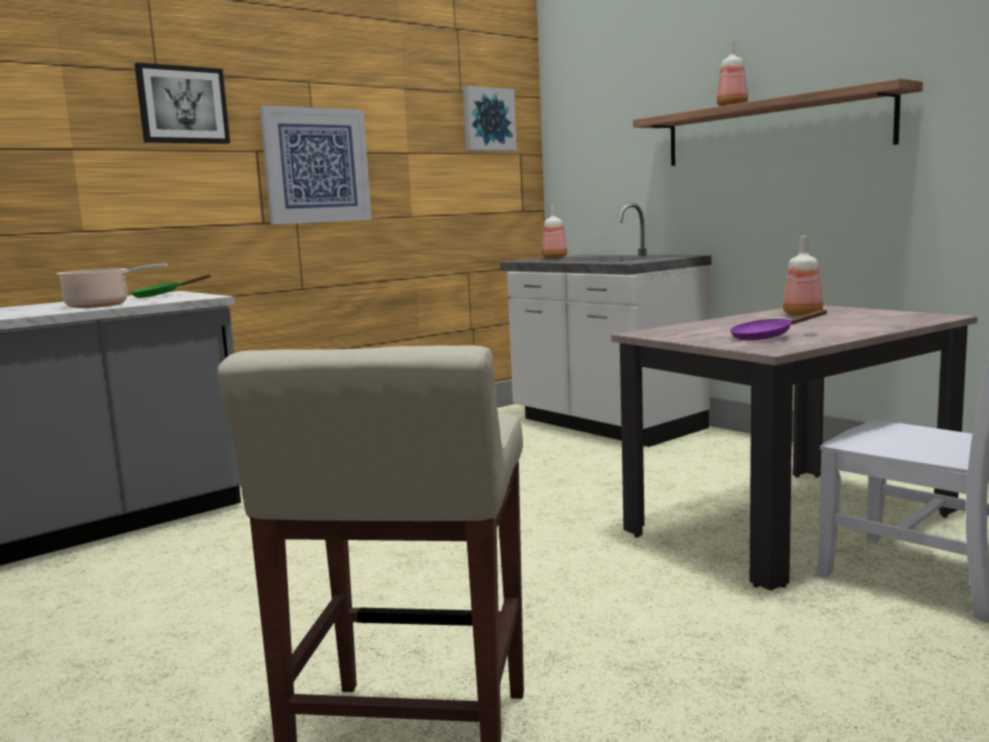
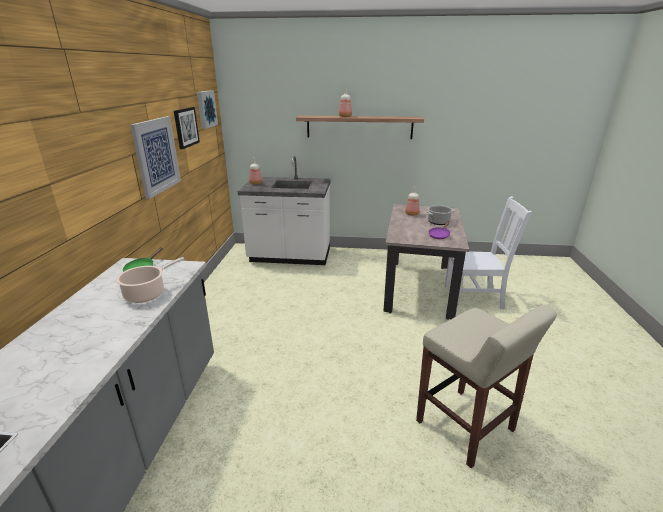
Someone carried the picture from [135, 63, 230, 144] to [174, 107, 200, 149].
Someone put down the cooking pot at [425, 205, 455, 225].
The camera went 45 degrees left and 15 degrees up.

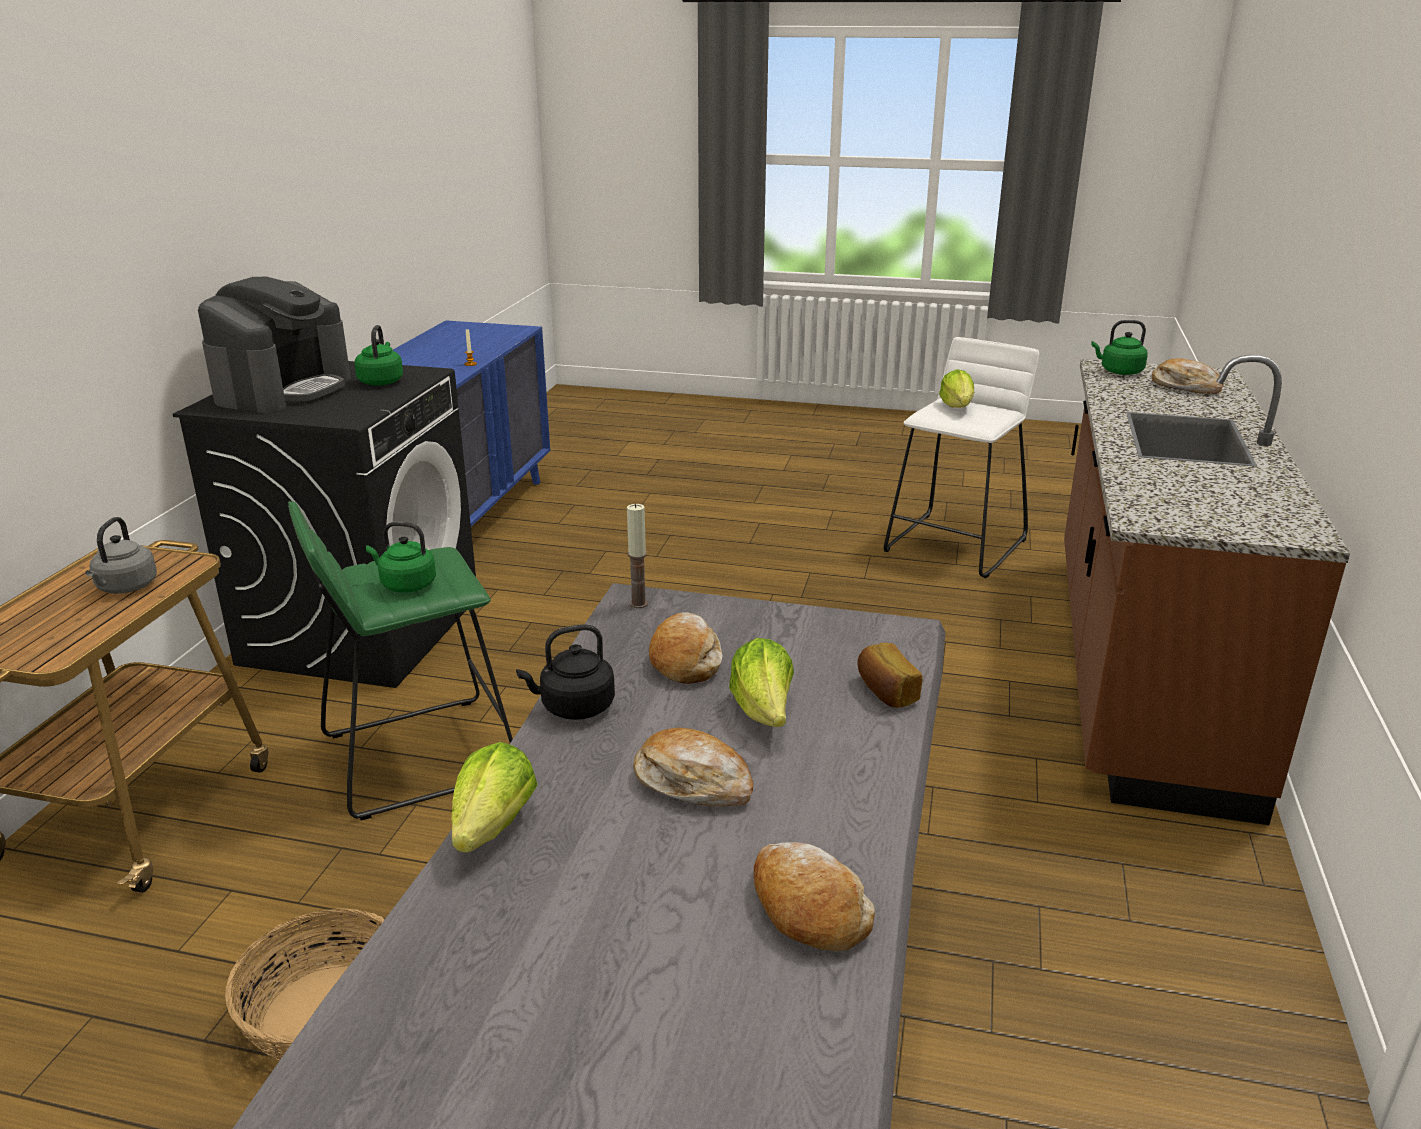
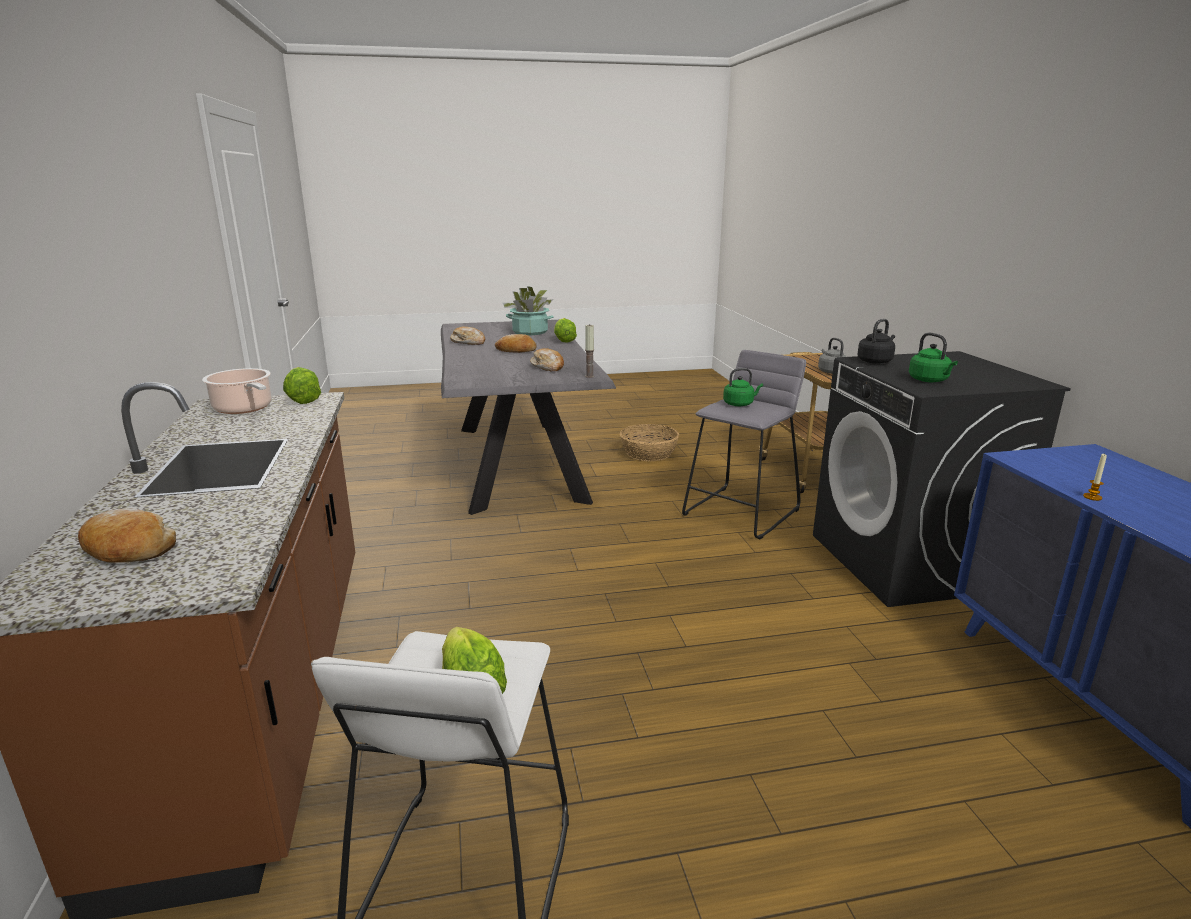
Someone took away the coffee machine at [198, 277, 351, 413].
Someone repainted the green stool at [288, 501, 513, 821], which became the grey stool at [682, 350, 806, 539].
Someone carried the black kettle from [516, 624, 615, 720] to [857, 319, 895, 364].
Someone carried the lettuce from [729, 638, 794, 727] to [283, 367, 321, 404].
Someone took away the bread at [858, 643, 923, 708].
Someone took away the green kettle at [1091, 320, 1148, 375].
Someone put down the cooking pot at [202, 368, 272, 414].
Someone put down the potted plant at [503, 286, 554, 336].
The camera went 155 degrees right and 5 degrees down.

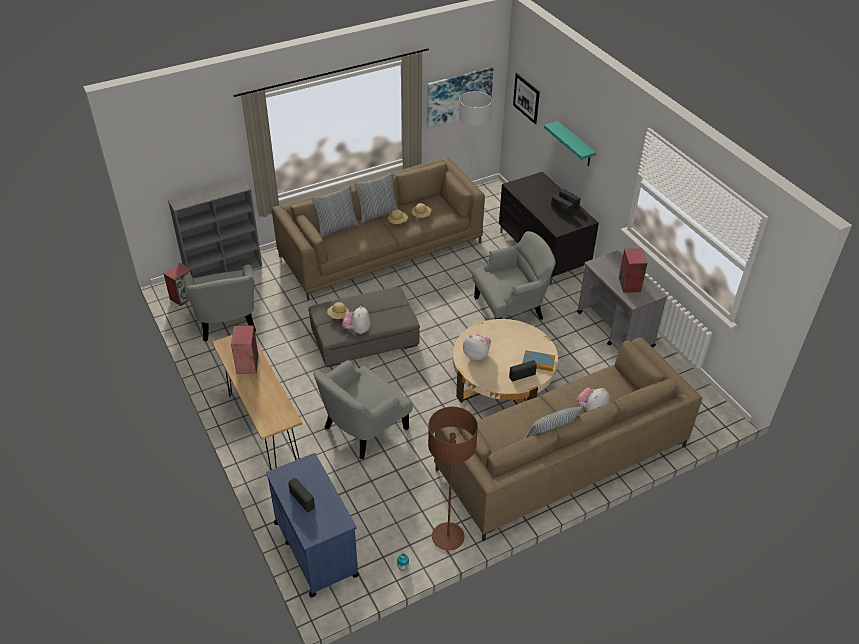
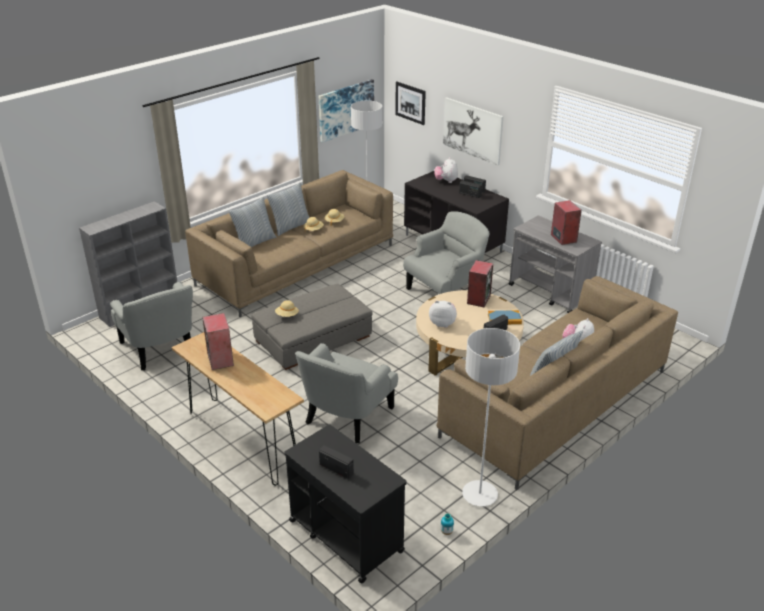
Someone carried the speaker from [164, 263, 193, 306] to [467, 260, 493, 308].
Someone repainted the blue cart at [266, 453, 359, 597], which became the black cart at [284, 424, 407, 583].
Someone carried the plush toy from [342, 306, 370, 334] to [434, 157, 458, 183].
Someone repainted the brown floor lamp at [428, 407, 478, 551], which became the grey floor lamp at [462, 328, 520, 506].
Someone swapped the turquoise shelf at [544, 121, 596, 166] for the picture at [443, 97, 504, 166].
The camera went 15 degrees left and 10 degrees down.

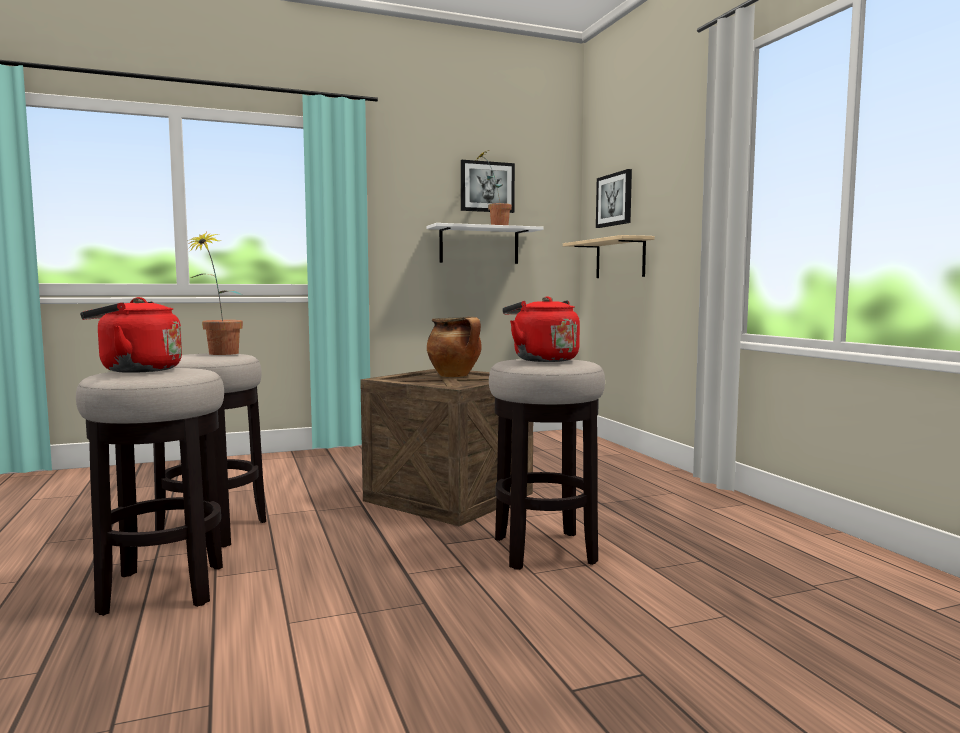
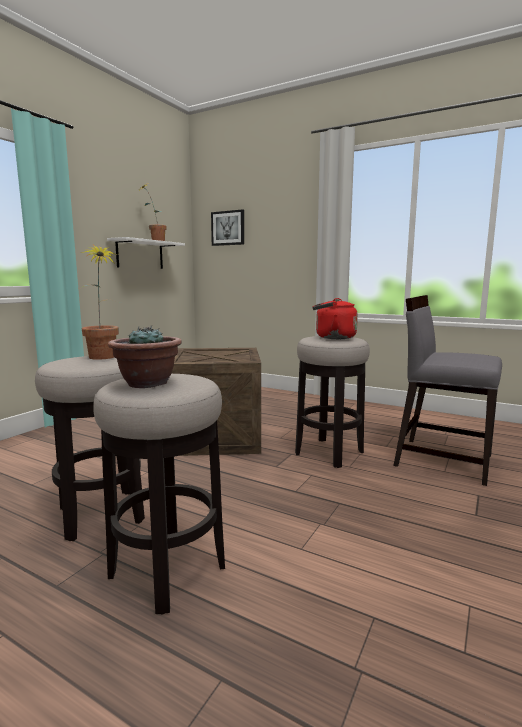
Someone swapped the red kettle at [80, 297, 182, 373] for the potted plant at [108, 326, 182, 388].
Someone took away the cooking pot at [427, 317, 482, 377].
Someone took away the picture at [461, 160, 515, 213].
Someone took away the beige shelf at [563, 235, 655, 278].
Someone put down the grey chair at [393, 295, 502, 486].
The camera went 40 degrees left and 5 degrees up.

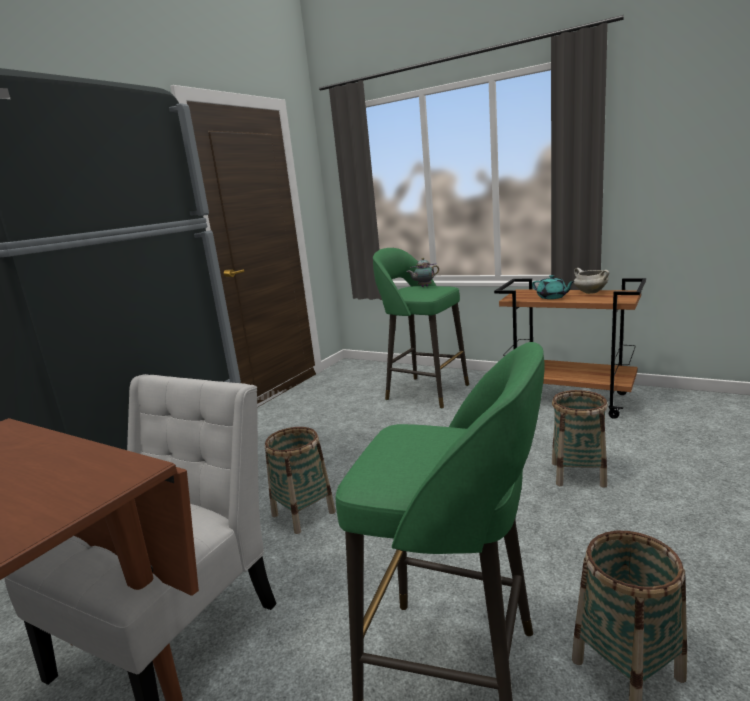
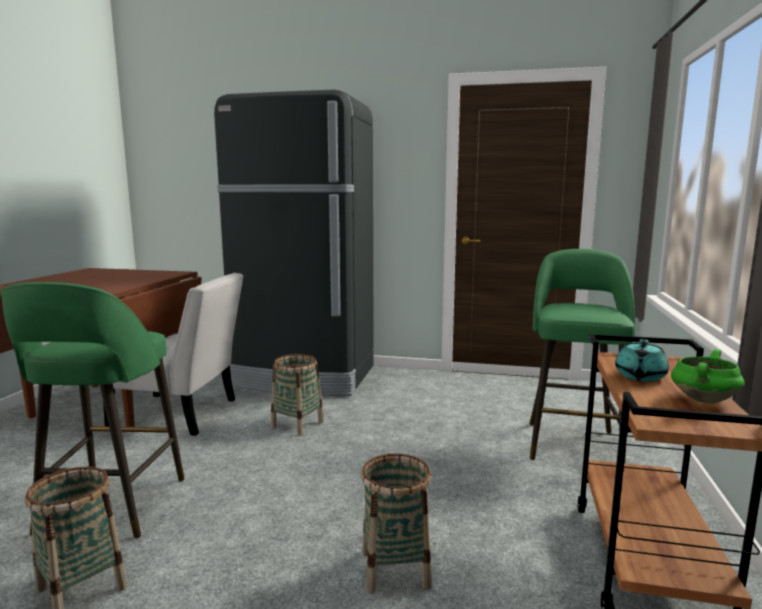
Someone took away the teapot at [407, 258, 439, 287].
Someone repainted the white cooking pot at [574, 268, 609, 294], which became the green cooking pot at [671, 349, 745, 404].
The camera went 70 degrees right and 5 degrees down.

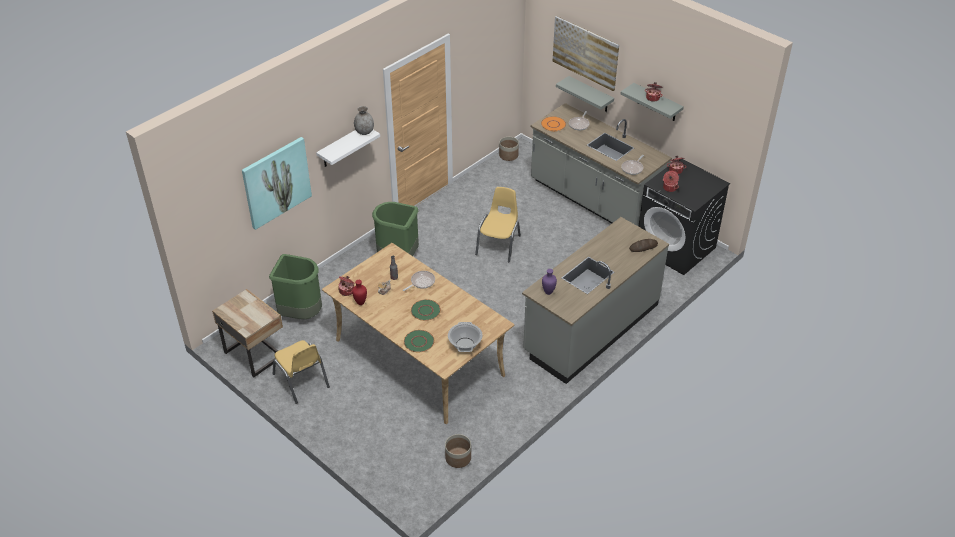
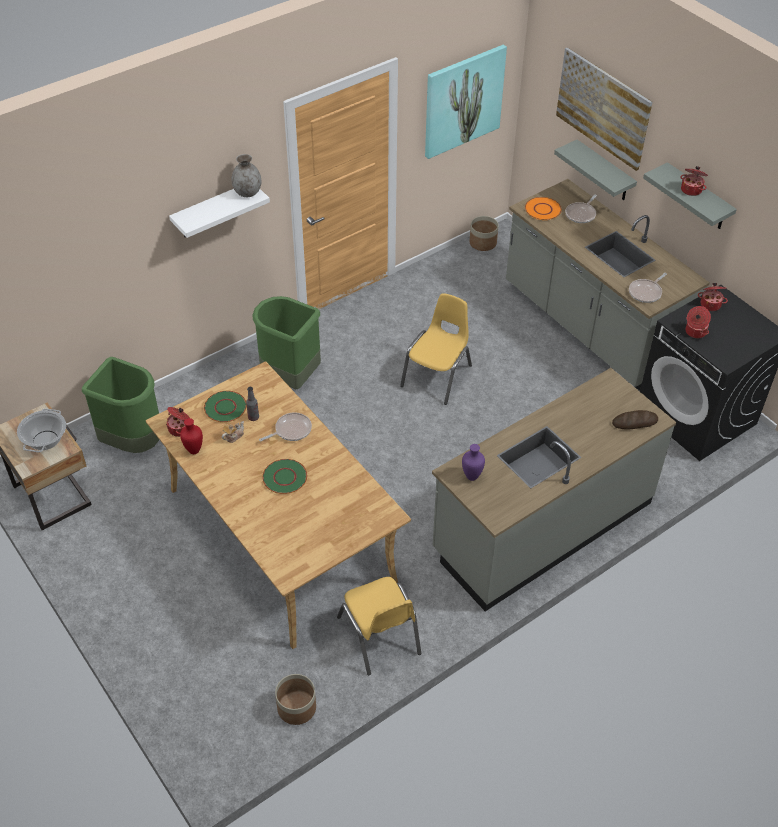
Someone carried the picture from [242, 137, 312, 230] to [425, 45, 507, 159].
Someone carried the yellow chair from [273, 340, 330, 404] to [337, 577, 421, 675].
Someone carried the green plate from [404, 330, 434, 352] to [204, 391, 247, 422].
Someone carried the cooking pot from [448, 322, 483, 352] to [17, 409, 66, 452].
The camera went 10 degrees right and 5 degrees up.

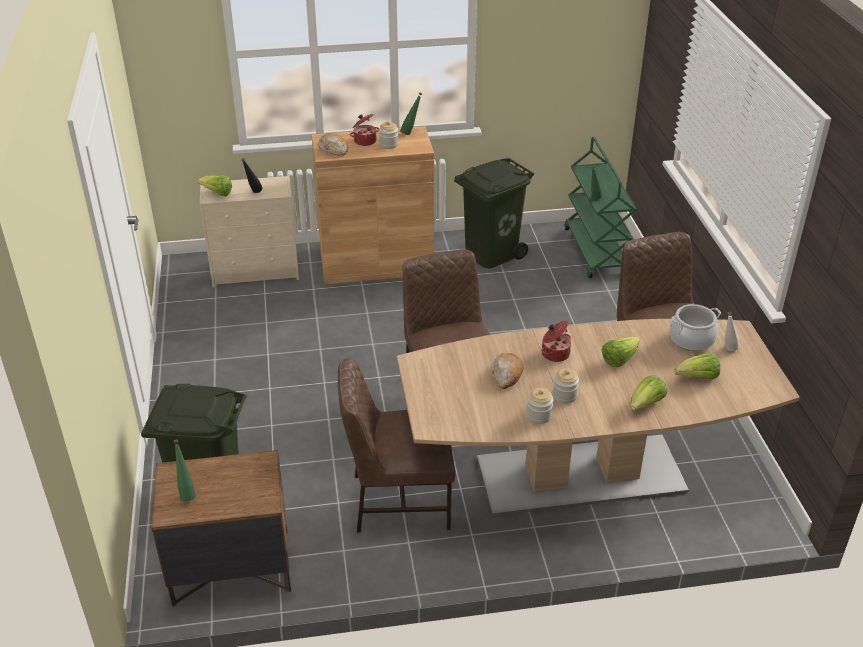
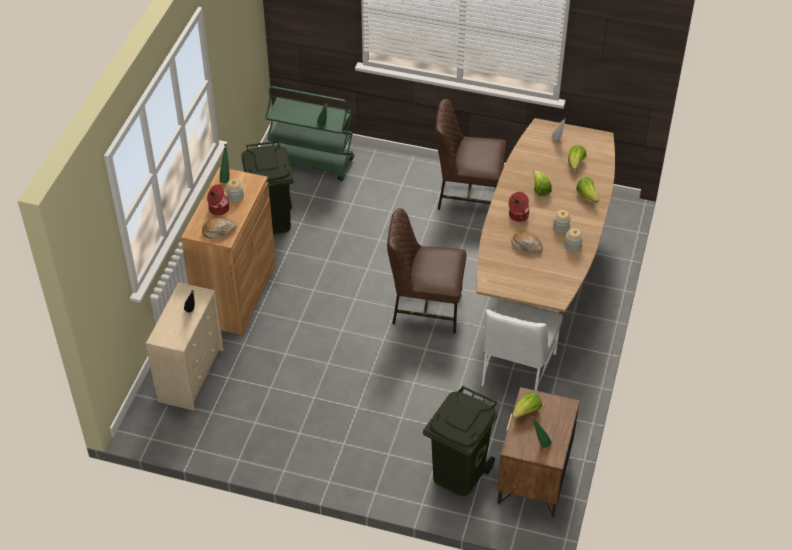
Someone carried the lettuce from [197, 175, 232, 196] to [512, 392, 542, 419].
Someone repainted the brown chair at [338, 358, 455, 533], which became the white chair at [481, 299, 563, 391].
Someone took away the cooking pot at [669, 304, 721, 351].
The camera went 65 degrees left and 10 degrees up.

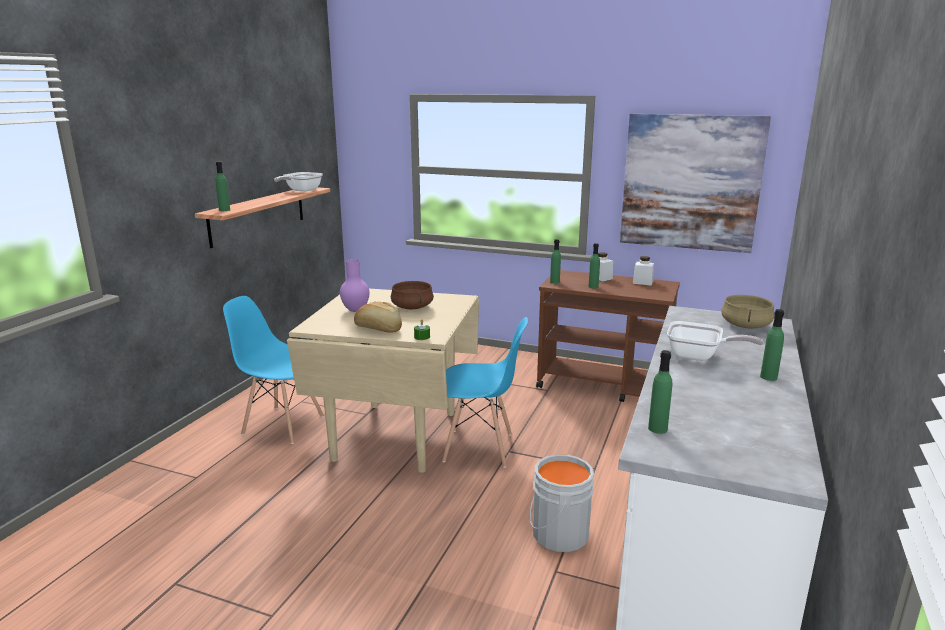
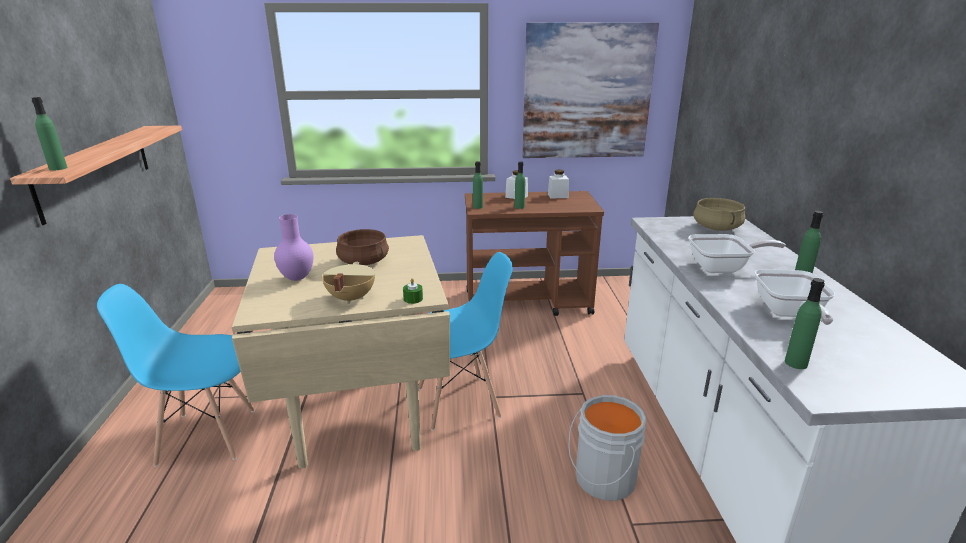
Someone carried the frying pan from [274, 172, 323, 192] to [754, 269, 835, 325].
Someone swapped the bread at [354, 302, 402, 333] for the beige cooking pot at [322, 262, 376, 304].
The camera went 25 degrees left and 5 degrees up.

